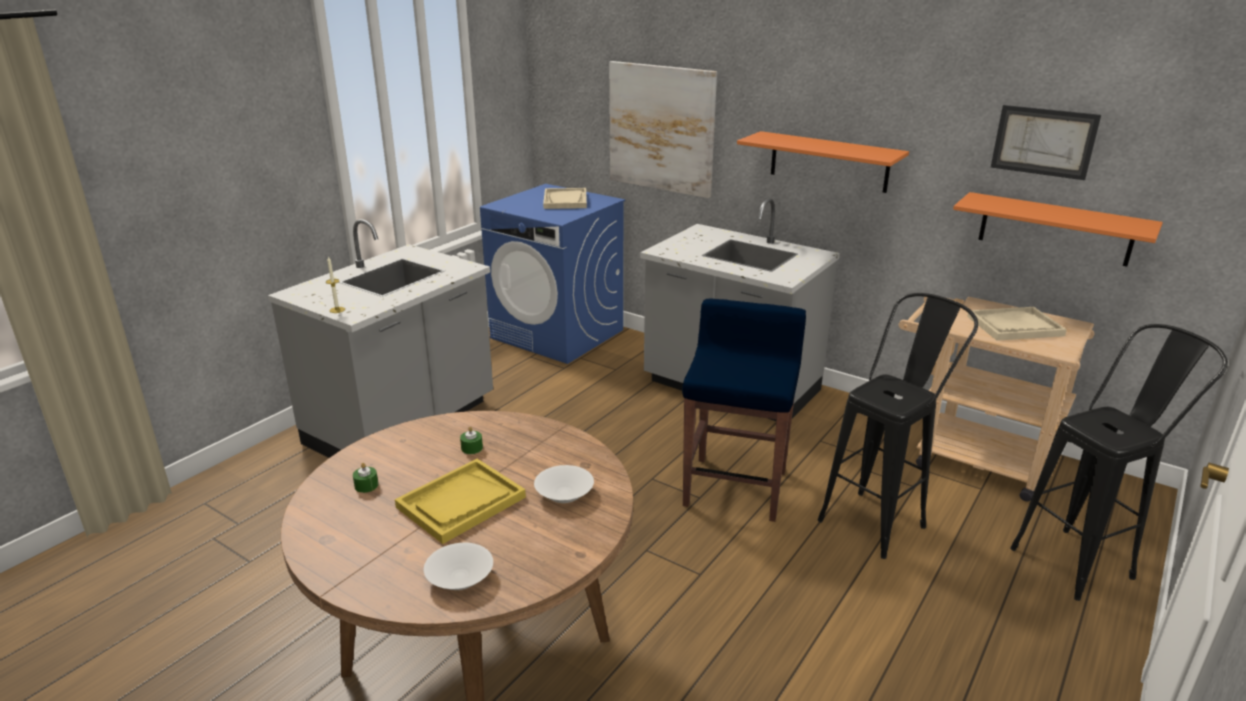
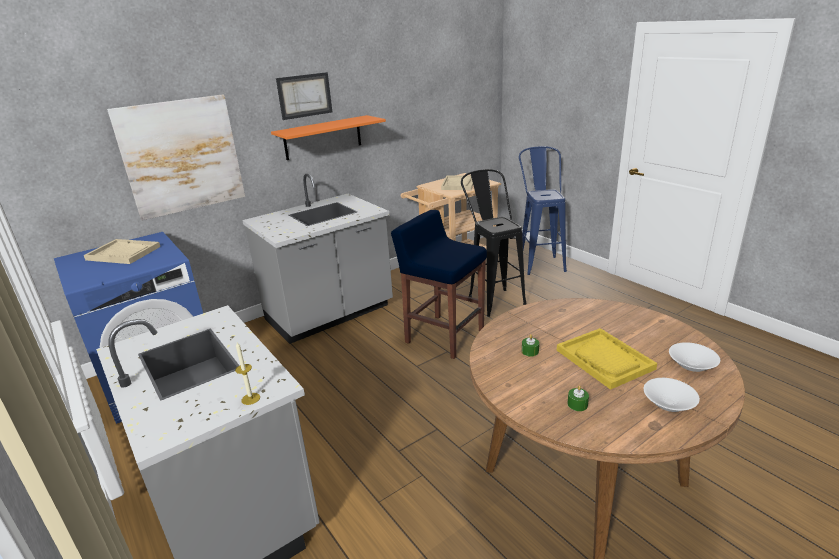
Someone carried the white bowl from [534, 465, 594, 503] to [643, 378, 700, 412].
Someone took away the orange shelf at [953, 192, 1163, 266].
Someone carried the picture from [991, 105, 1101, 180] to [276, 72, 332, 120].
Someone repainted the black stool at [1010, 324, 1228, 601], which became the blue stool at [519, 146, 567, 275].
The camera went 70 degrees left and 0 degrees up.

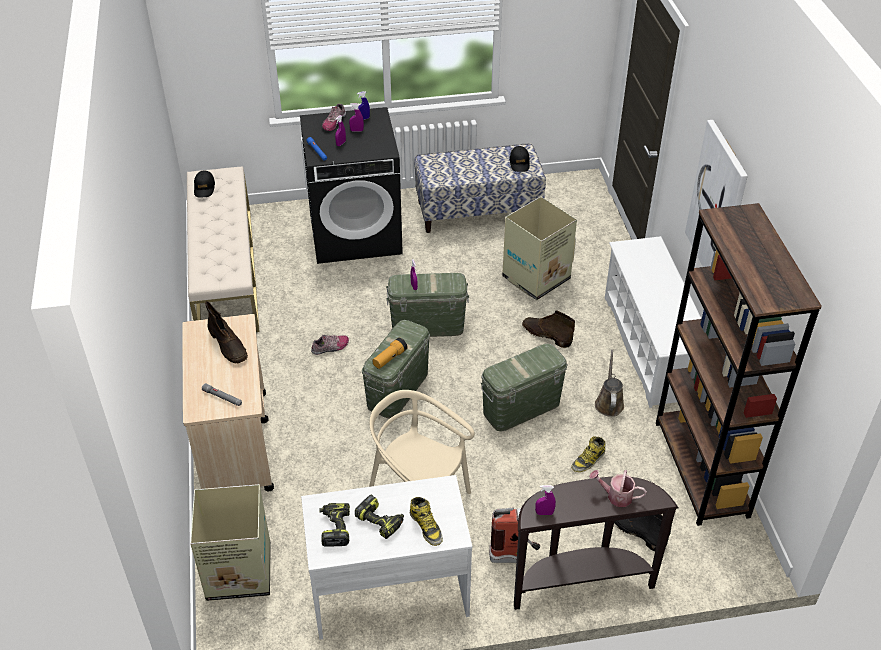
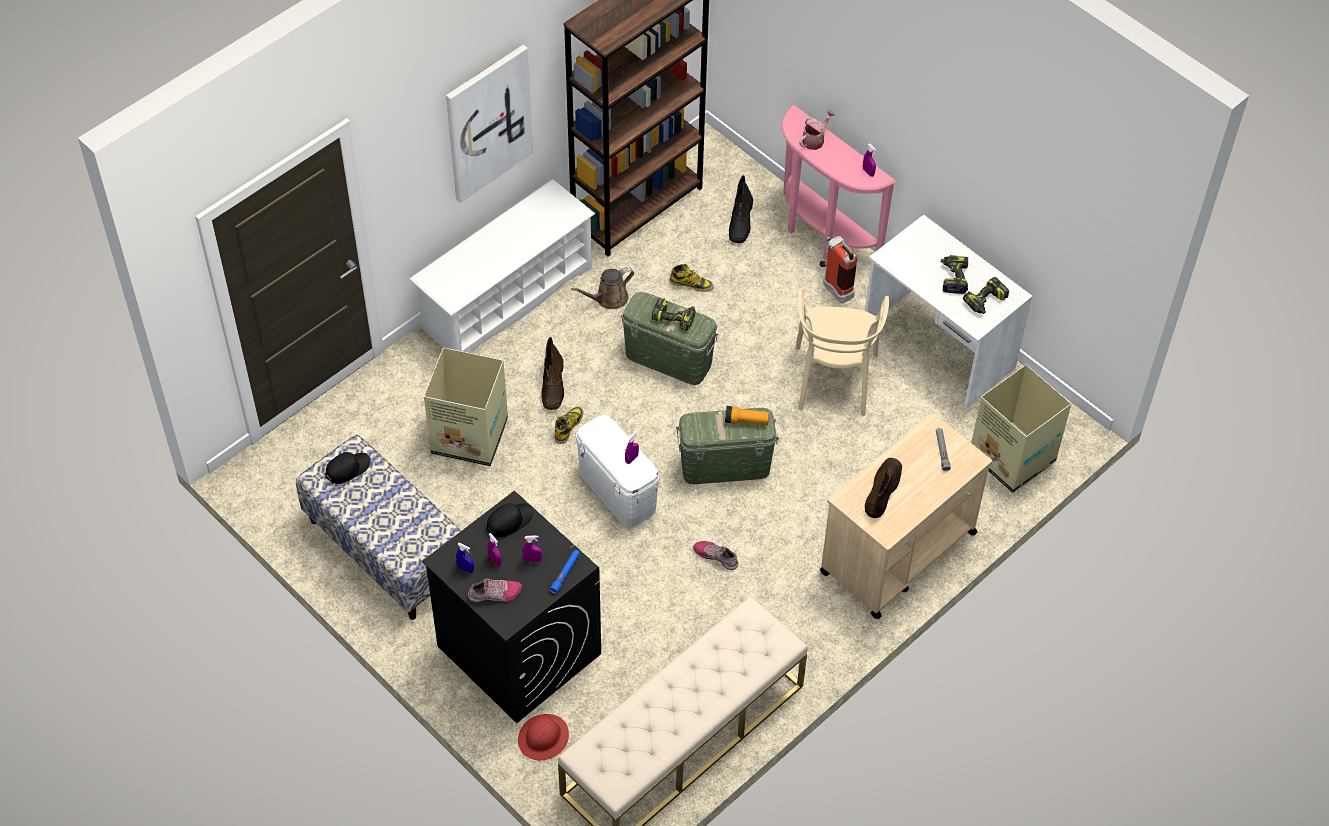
Someone carried the black cap from [194, 170, 215, 197] to [487, 503, 533, 538].
Someone repainted the green storage box at [386, 273, 469, 337], which became the white storage box at [576, 415, 660, 528].
Someone carried the boot from [410, 497, 443, 546] to [555, 407, 583, 444].
Someone repainted the brown console table at [514, 477, 679, 610], which became the pink console table at [781, 105, 896, 261].
Someone rotated the watering can at [589, 470, 647, 507] by 120 degrees counterclockwise.
Someone put down the red hard hat at [518, 714, 569, 760].
Someone put down the power drill at [652, 297, 695, 331].
The camera went 125 degrees left and 10 degrees up.

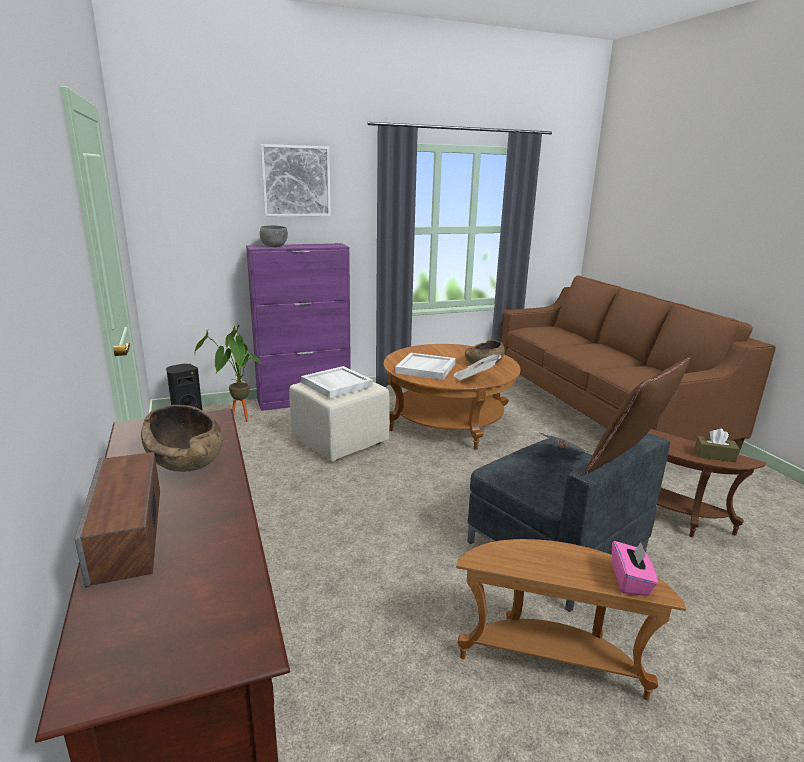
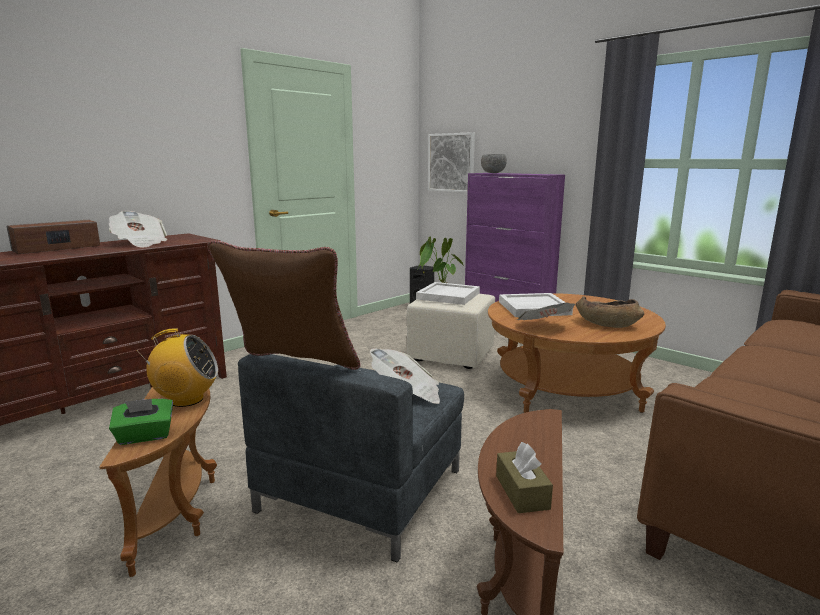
Someone swapped the brown bowl at [141, 405, 223, 472] for the newspaper at [109, 211, 168, 248].
Someone carried the picture from [260, 144, 331, 217] to [428, 132, 475, 193].
Someone repainted the pink tissue box at [612, 541, 658, 596], which became the green tissue box at [109, 399, 173, 445].
Someone put down the radio at [136, 328, 218, 407].
The camera went 65 degrees right and 5 degrees down.

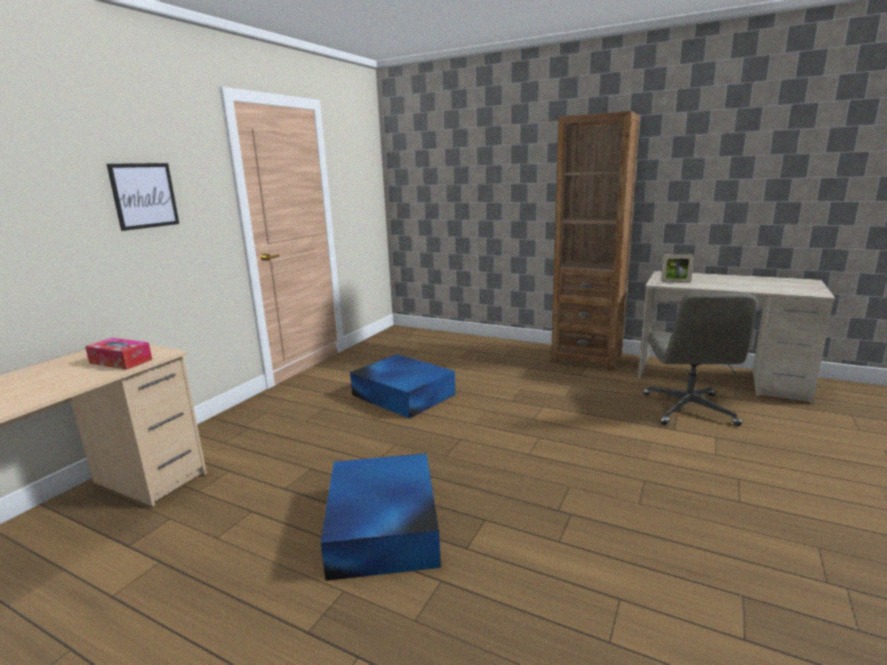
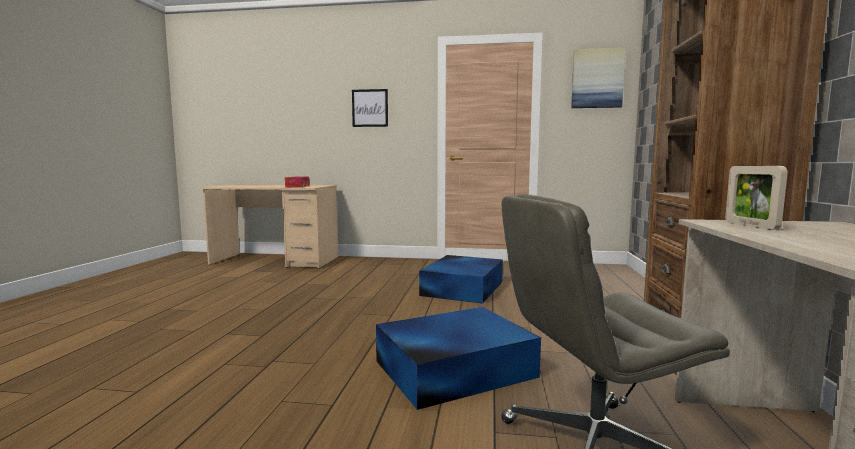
Someone carried the blue storage box from [321, 453, 441, 581] to [376, 307, 541, 410].
Someone put up the picture at [571, 48, 626, 108].
The camera went 70 degrees right and 10 degrees down.

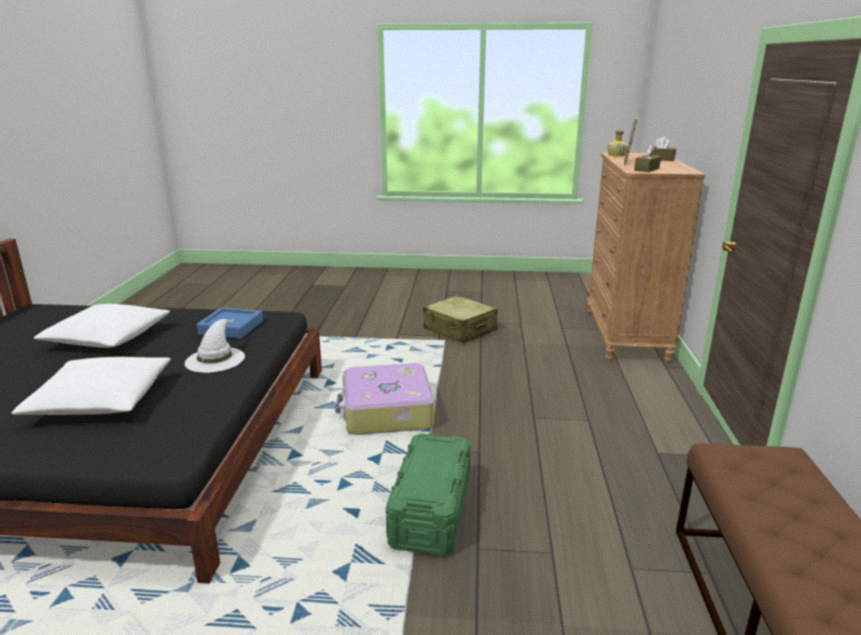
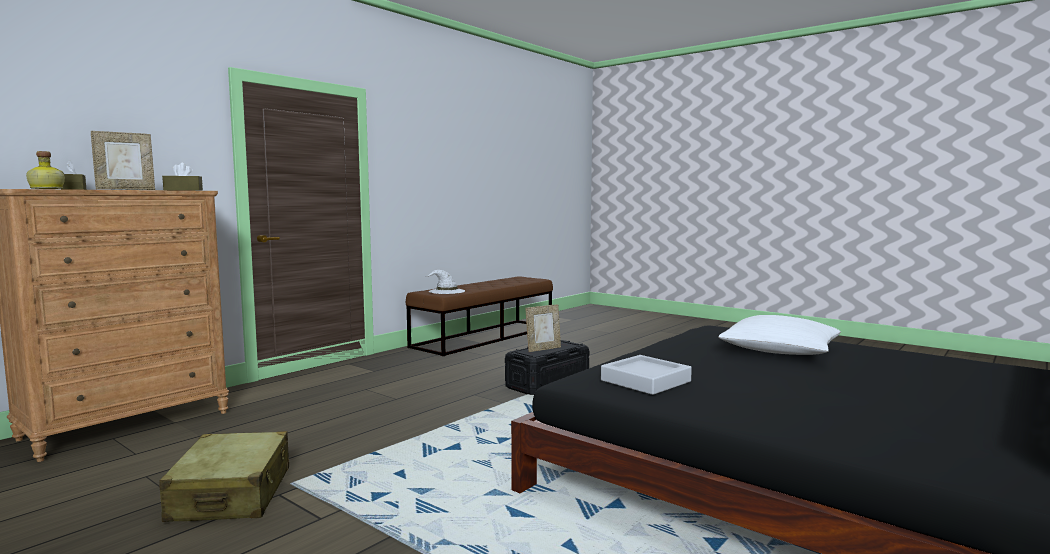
Someone took away the white pillow at [34, 304, 170, 348].
Someone carried the white hat from [185, 319, 245, 373] to [424, 270, 465, 294].
Someone repainted the blue tray at [197, 307, 263, 339], which became the grey tray at [601, 355, 692, 395].
Someone took away the suitcase at [335, 363, 434, 435].
Someone repainted the green storage box at [386, 433, 471, 556], which became the black storage box at [505, 340, 589, 395].
Someone put down the picture frame at [525, 304, 561, 352].
The camera went 145 degrees left and 15 degrees down.

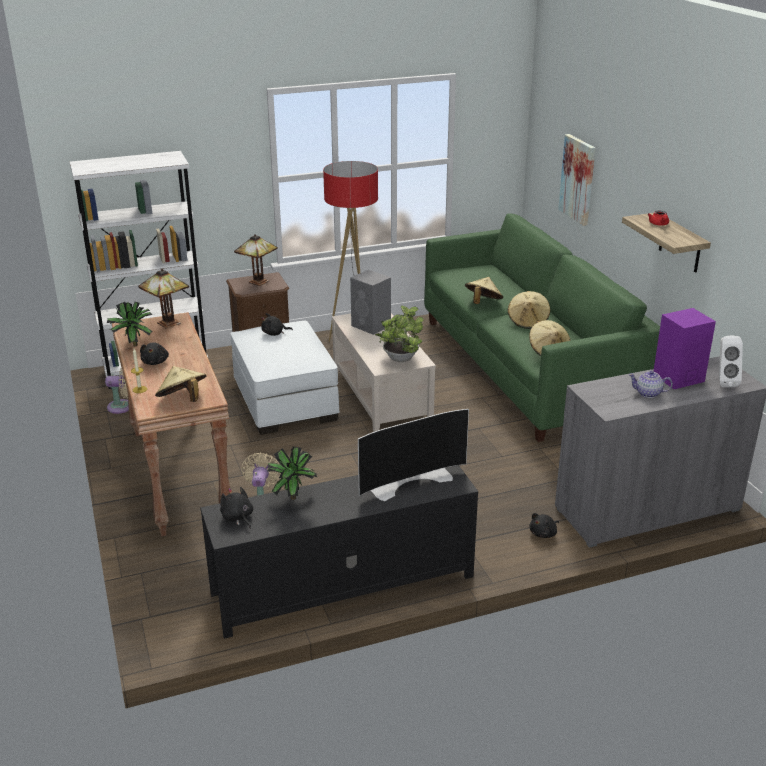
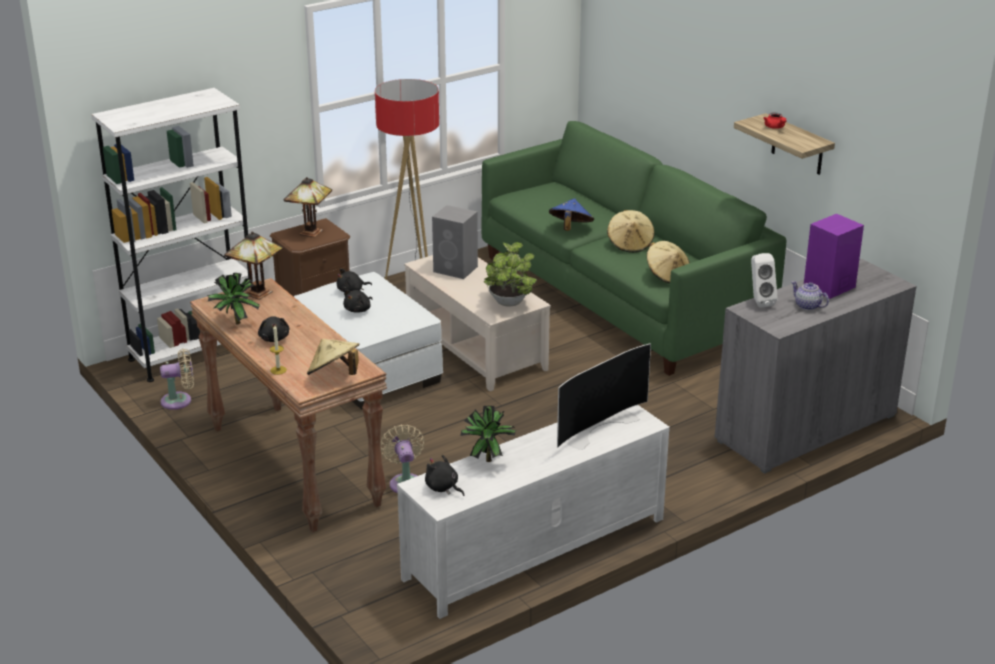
Someone repainted the black tv stand at [200, 465, 478, 639], which became the white tv stand at [397, 405, 670, 619].
Someone repainted the beige hat at [465, 277, 503, 304], which became the blue hat at [549, 198, 594, 231].
Someone carried the black plush toy from [530, 513, 559, 538] to [343, 289, 372, 313].
Someone took away the picture at [558, 134, 596, 226].
Someone rotated the teapot at [628, 371, 673, 398] by 45 degrees clockwise.
Someone carried the white speaker from [719, 336, 743, 387] to [751, 253, 778, 308].
The camera went 15 degrees left and 0 degrees up.

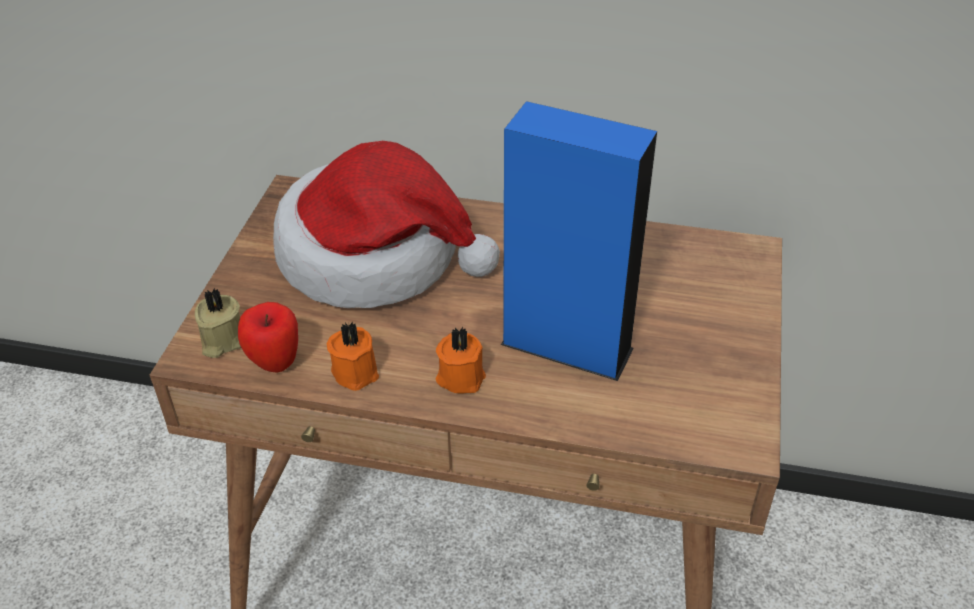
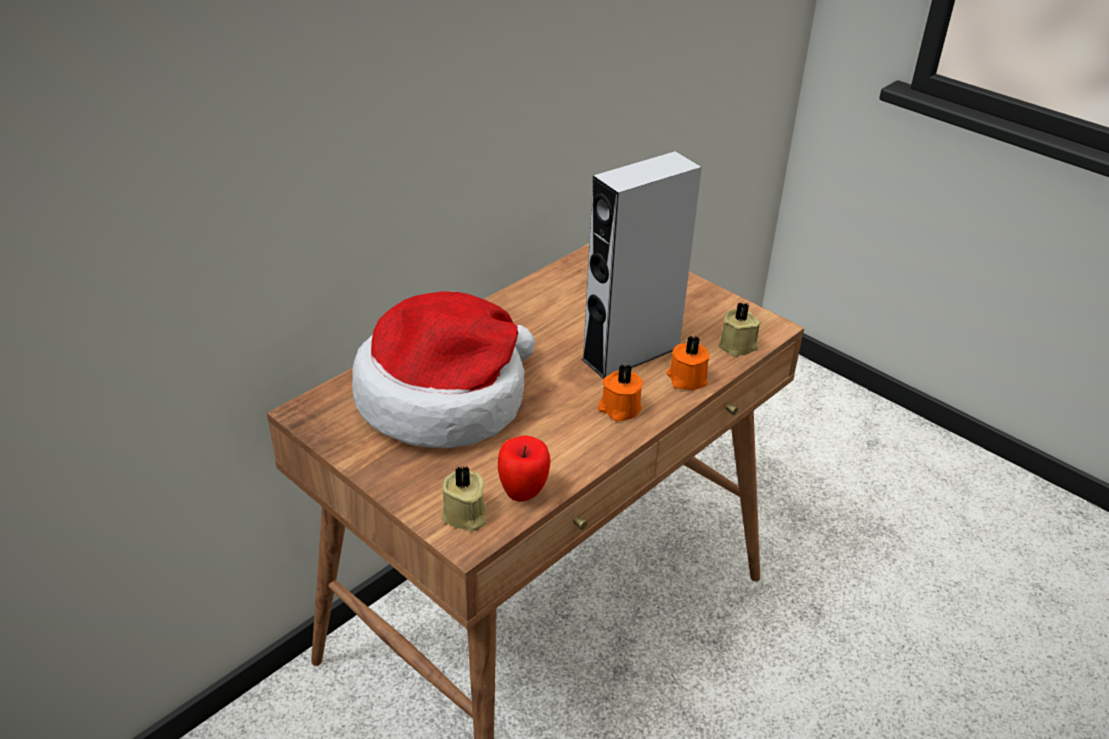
Someone carried the orange candle from [326, 322, 379, 391] to [666, 336, 710, 390].
Someone repainted the blue speaker at [501, 101, 657, 381], which became the grey speaker at [581, 151, 702, 379].
Someone put down the beige candle at [718, 302, 760, 357].
The camera went 60 degrees left and 5 degrees down.

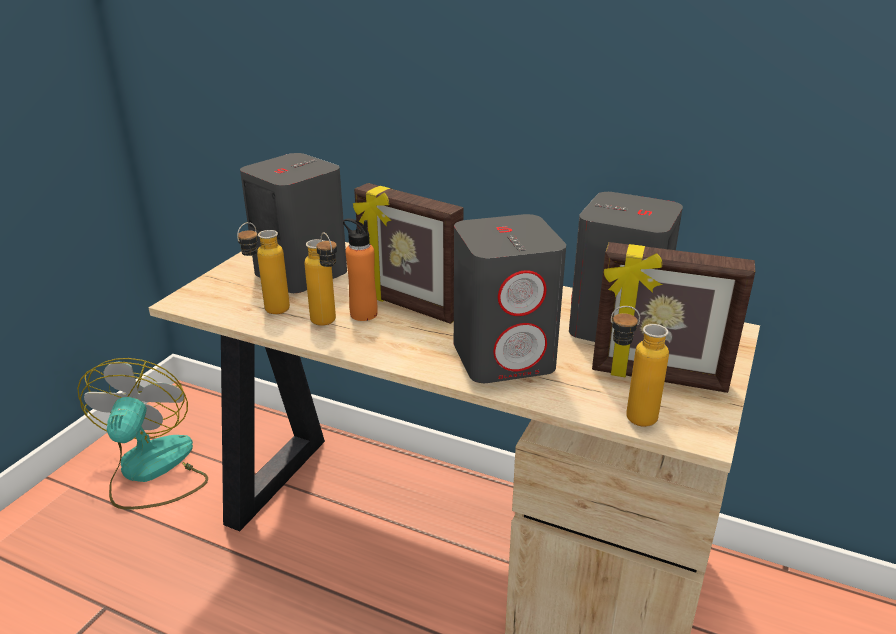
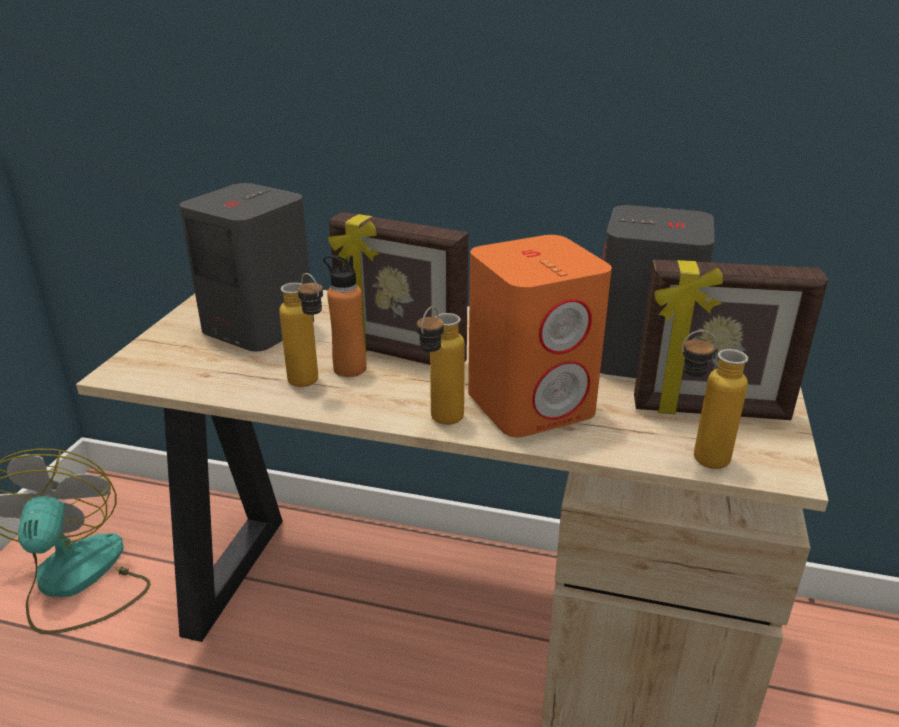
Someone carried the bottle from [237, 222, 290, 314] to [417, 306, 465, 425].
Someone repainted the grey speaker at [454, 214, 566, 383], which became the orange speaker at [468, 235, 612, 437].
The camera went 10 degrees left and 0 degrees up.

